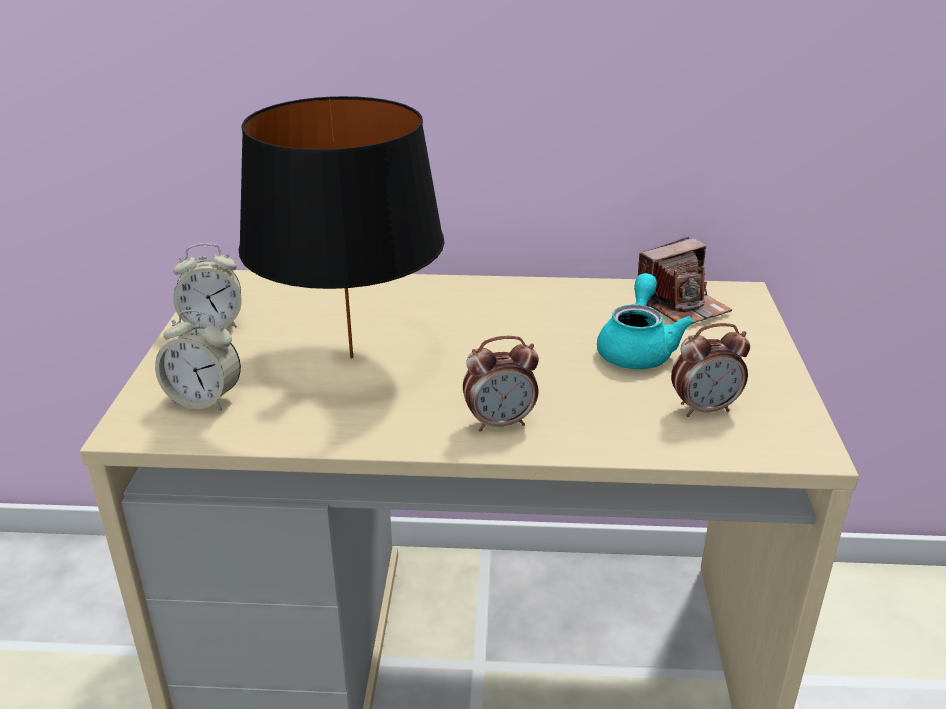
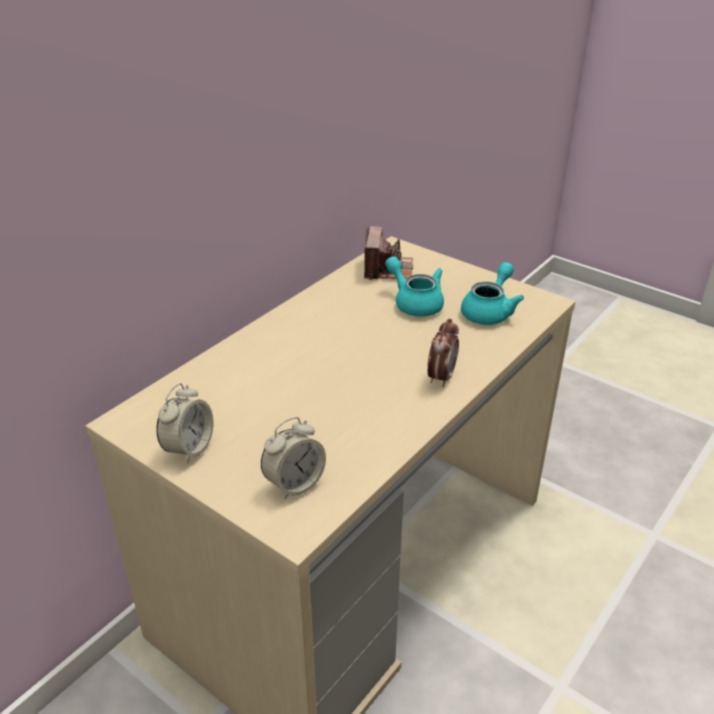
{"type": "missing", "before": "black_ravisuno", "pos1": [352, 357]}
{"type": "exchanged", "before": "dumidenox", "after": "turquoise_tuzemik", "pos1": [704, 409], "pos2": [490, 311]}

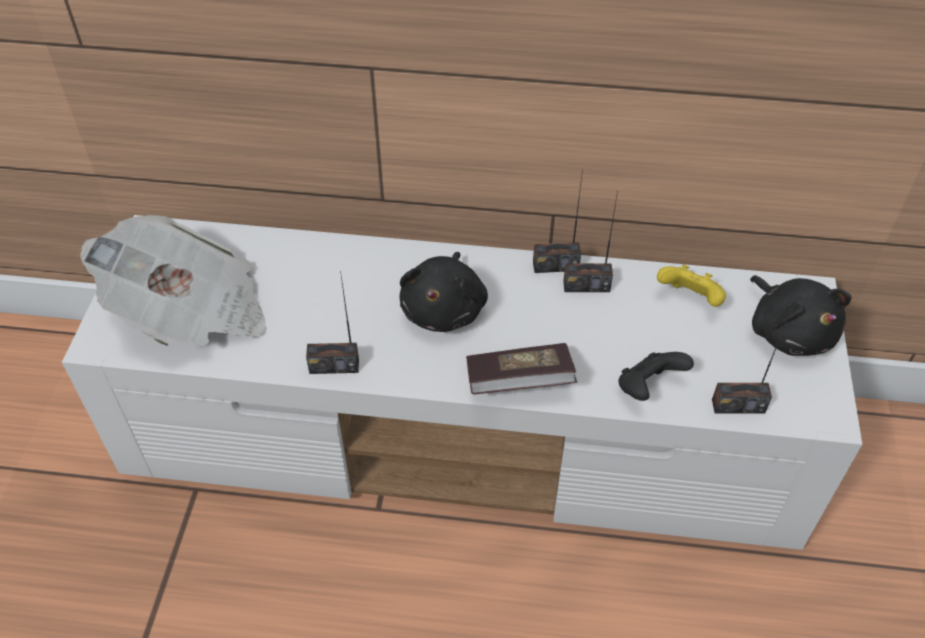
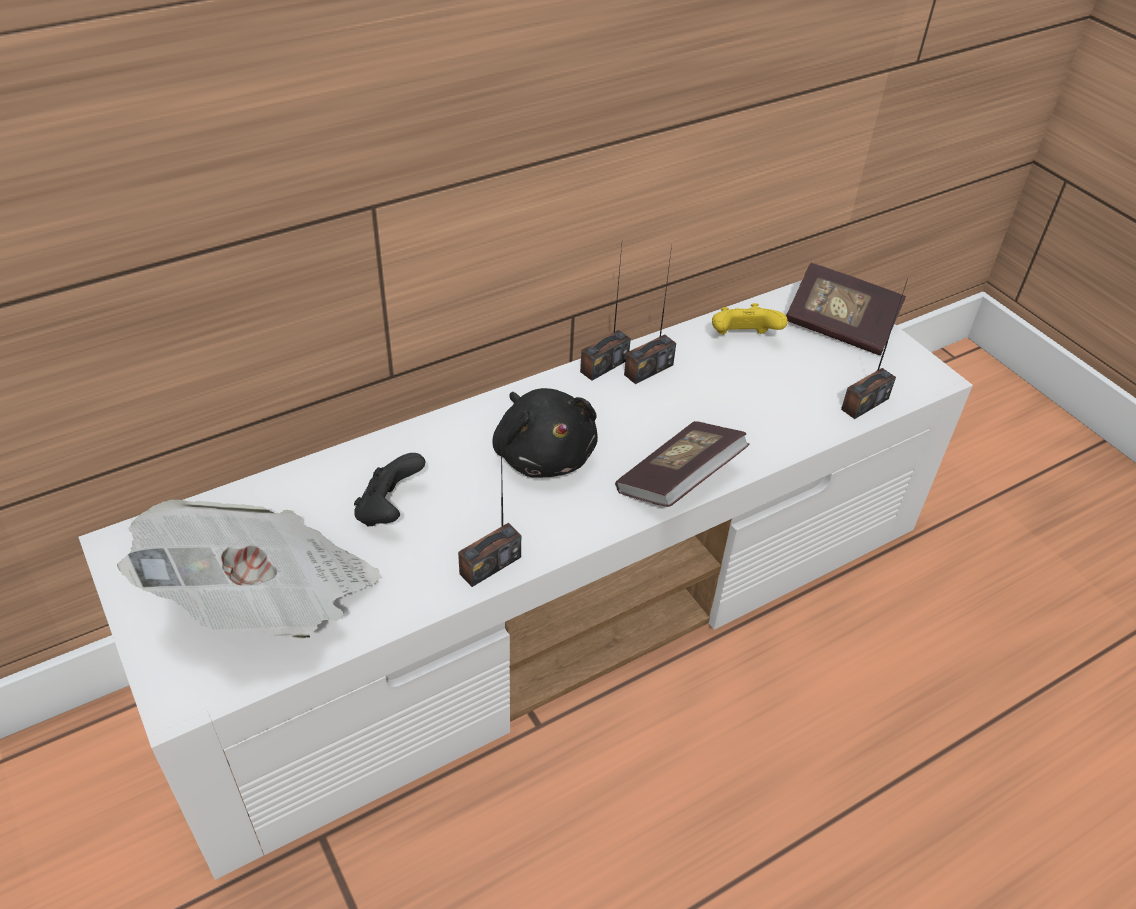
{"type": "exchanged", "before": "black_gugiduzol", "after": "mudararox", "pos1": [789, 331], "pos2": [839, 327]}
{"type": "relocated", "before": "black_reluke", "pos1": [648, 388], "pos2": [389, 510]}

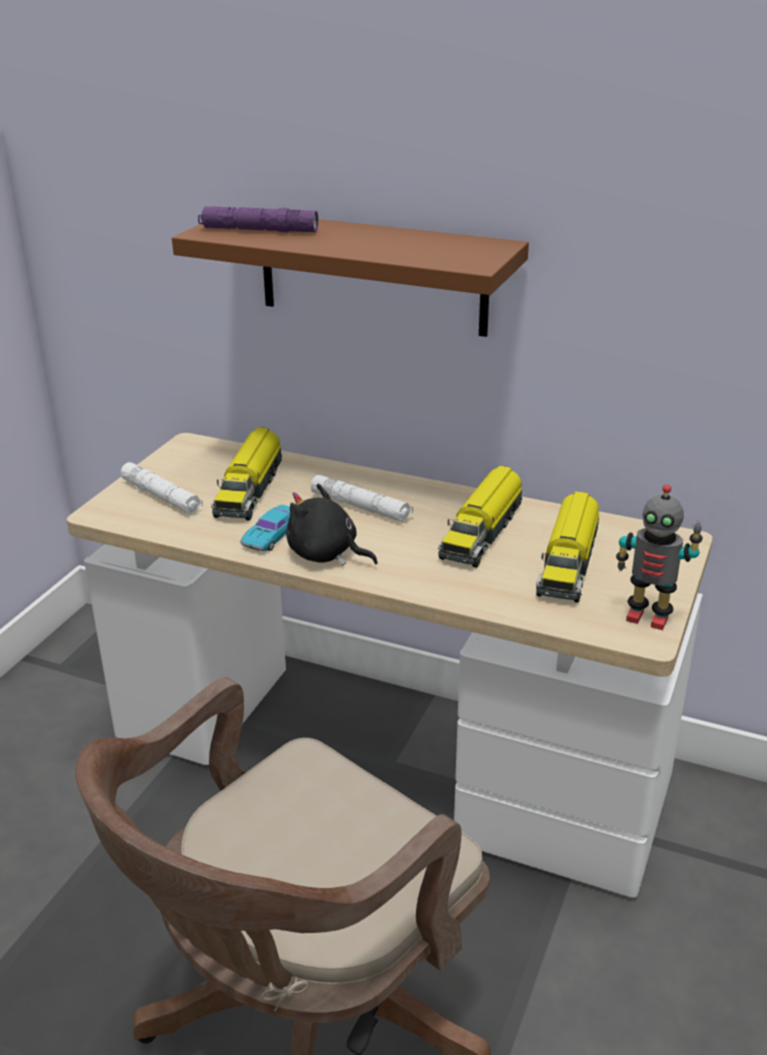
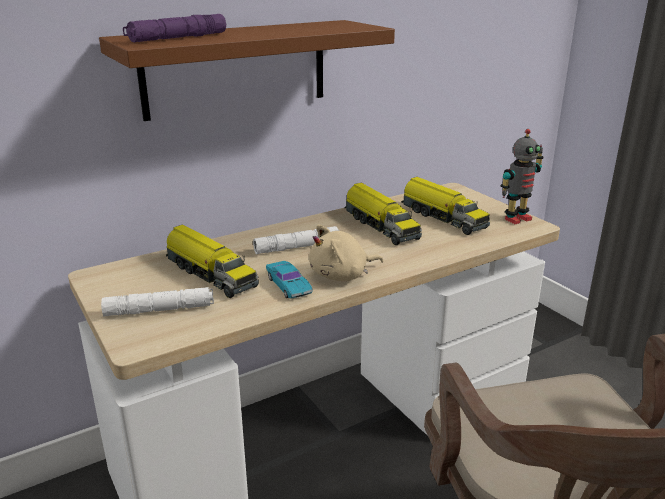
{"type": "colour", "before": "black_gugiduzol", "after": "beige_gugiduzol", "pos1": [326, 554], "pos2": [342, 275]}

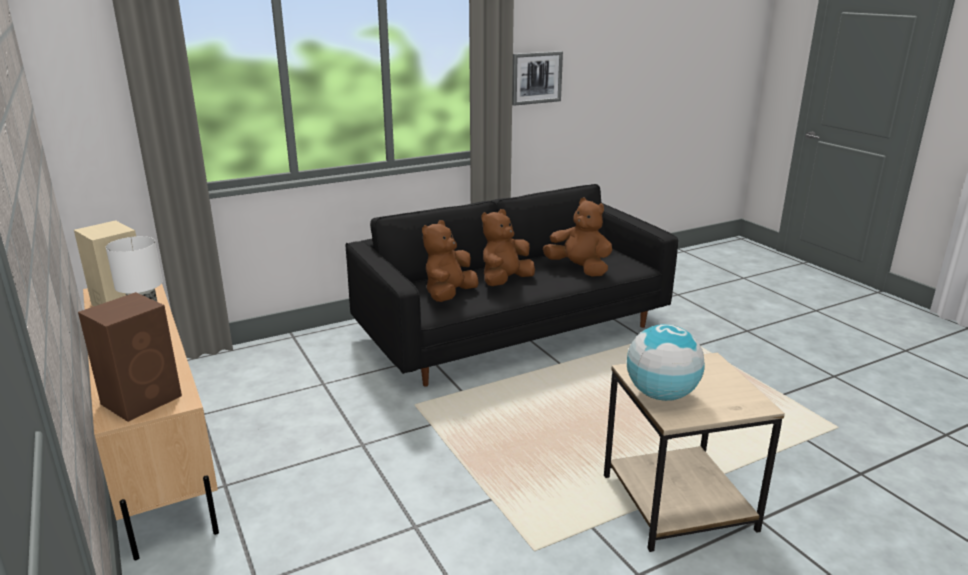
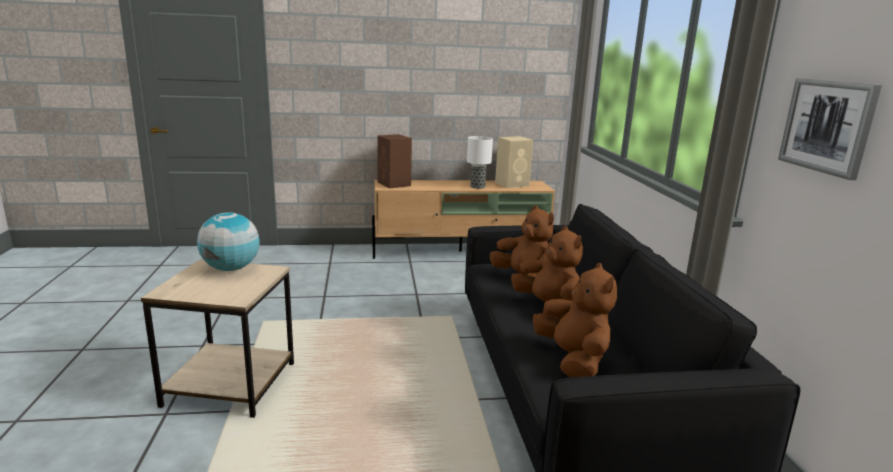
{"type": "spun", "before": "brown_gugiduzol", "pos1": [579, 269], "pos2": [573, 360], "turn": -75}

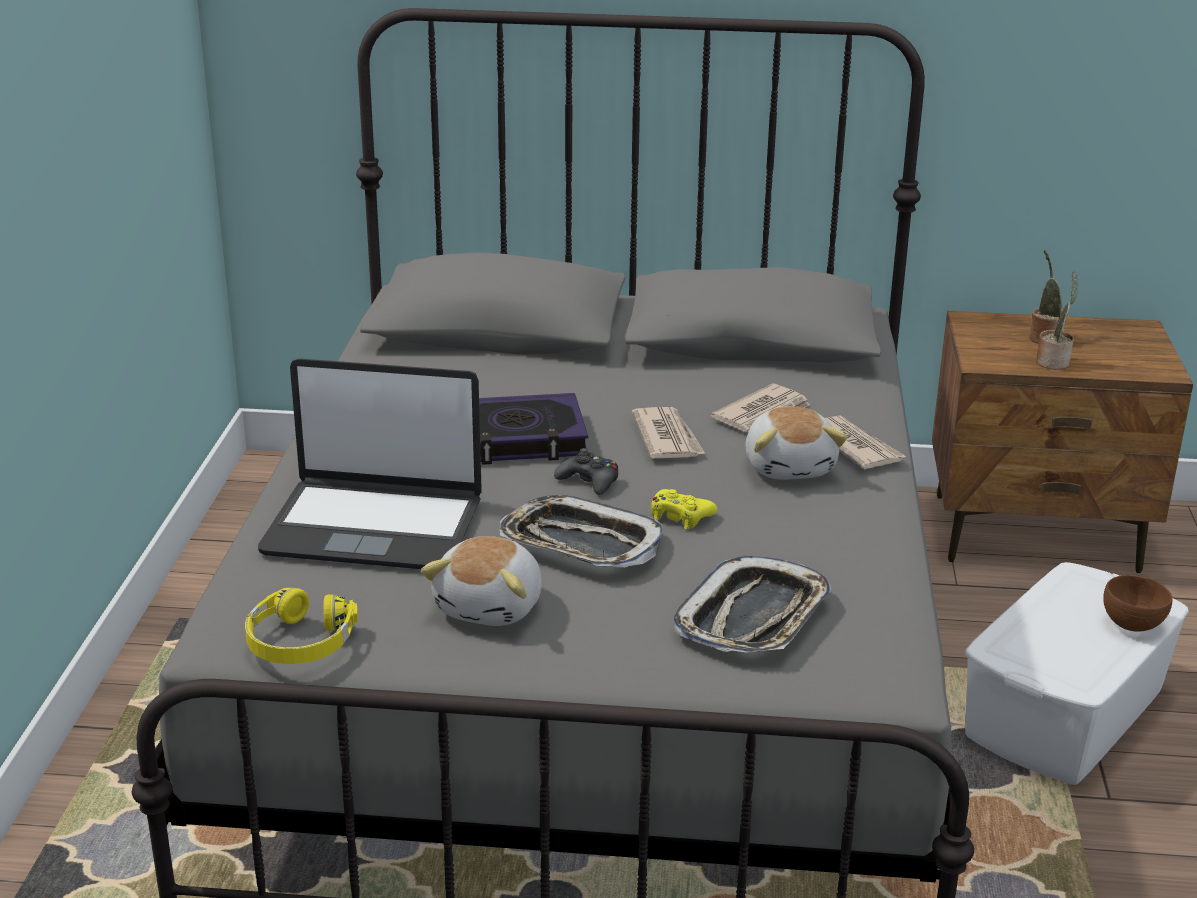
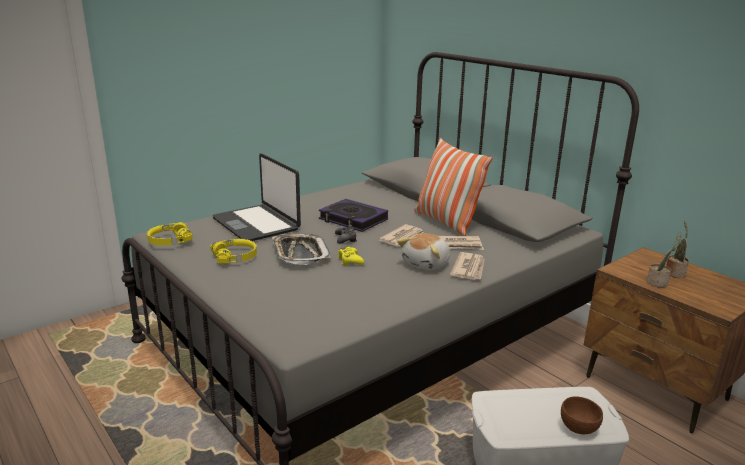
{"type": "exchanged", "before": "gugiduzol", "after": "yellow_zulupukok", "pos1": [491, 606], "pos2": [235, 257]}
{"type": "missing", "before": "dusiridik", "pos1": [754, 618]}
{"type": "appeared", "after": "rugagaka", "pos2": [446, 222]}

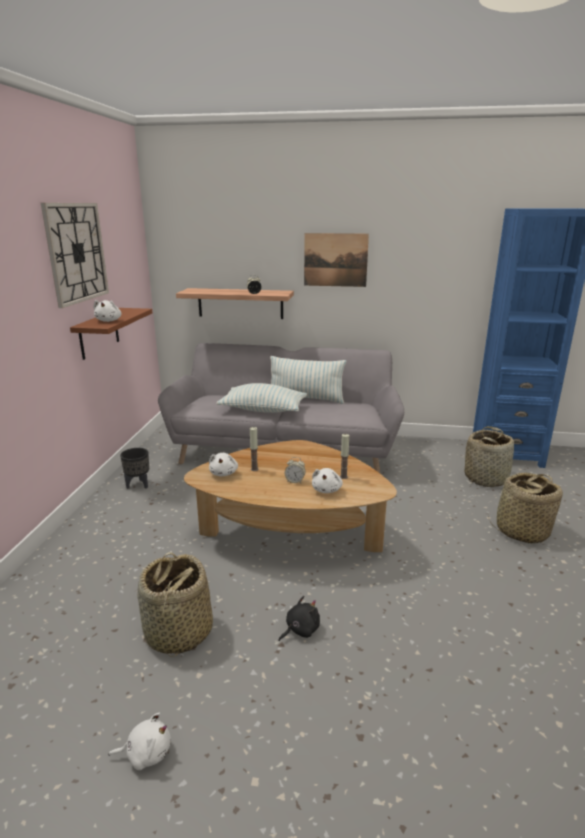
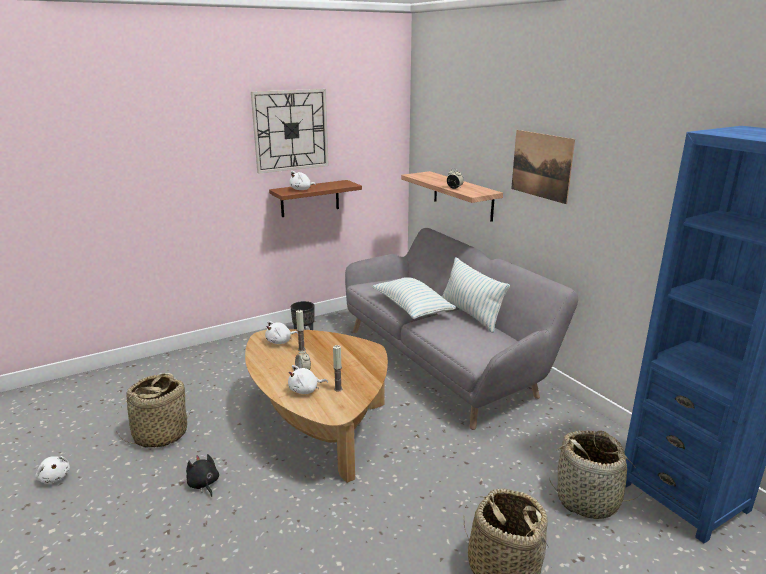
{"type": "spun", "before": "black_gugiduzol", "pos1": [300, 629], "pos2": [203, 484], "turn": -135}

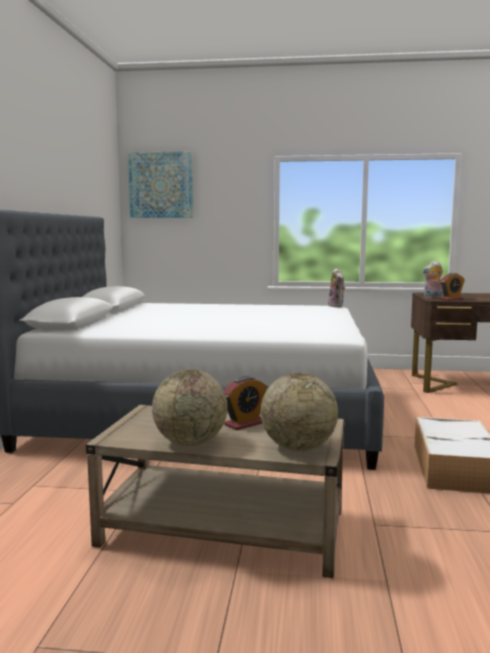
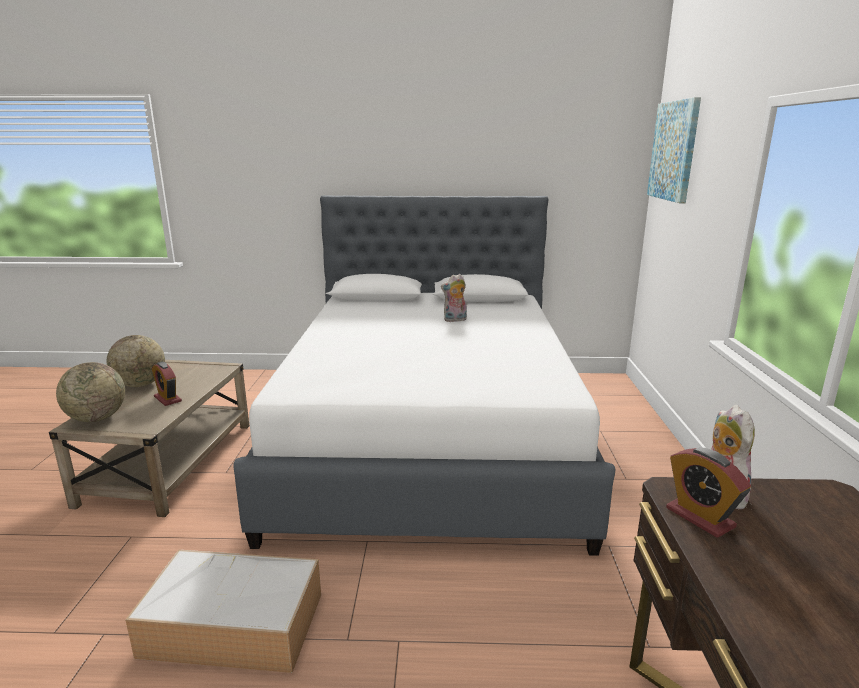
{"type": "relocated", "before": "gugiduzol", "pos1": [337, 306], "pos2": [455, 320]}

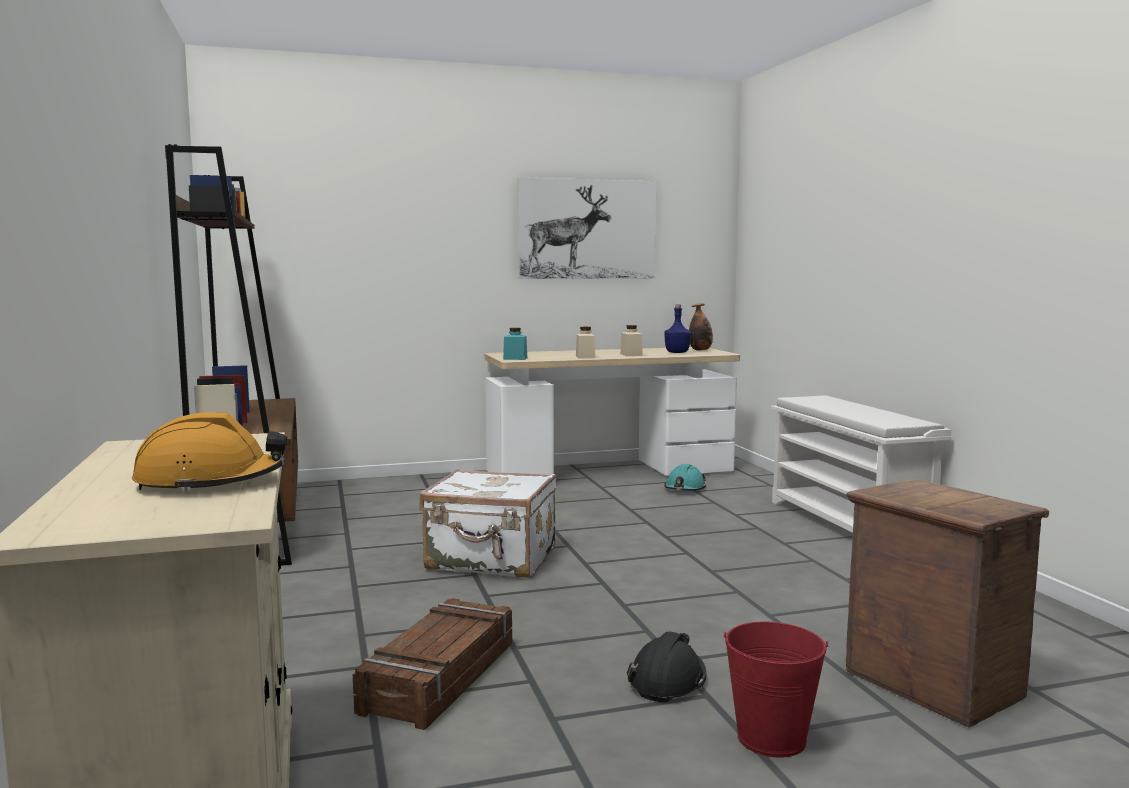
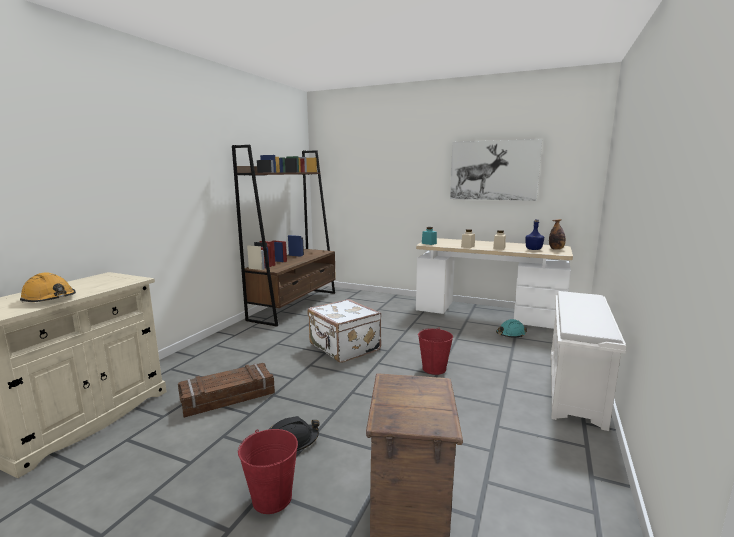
{"type": "appeared", "after": "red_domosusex", "pos2": [434, 369]}

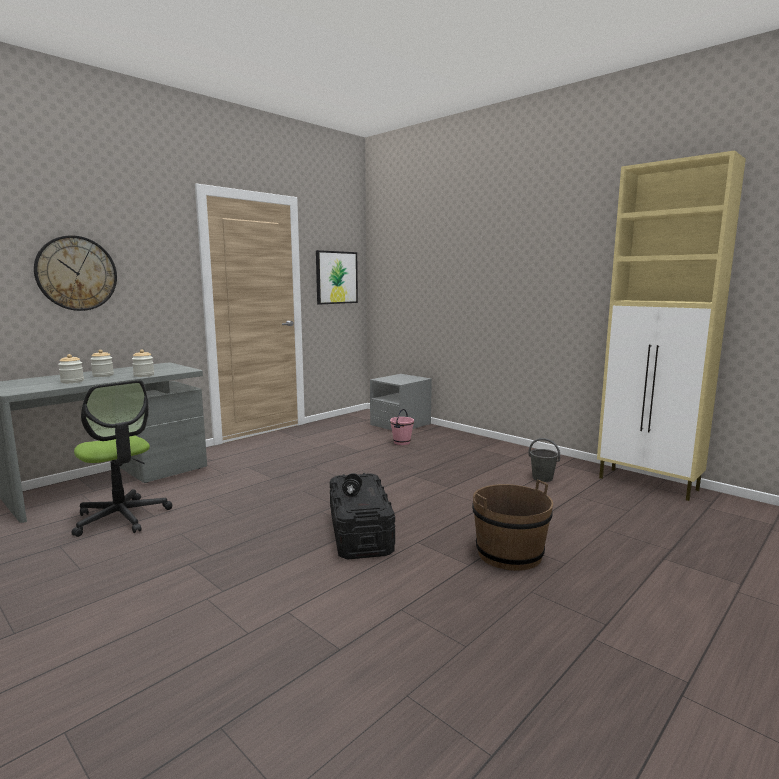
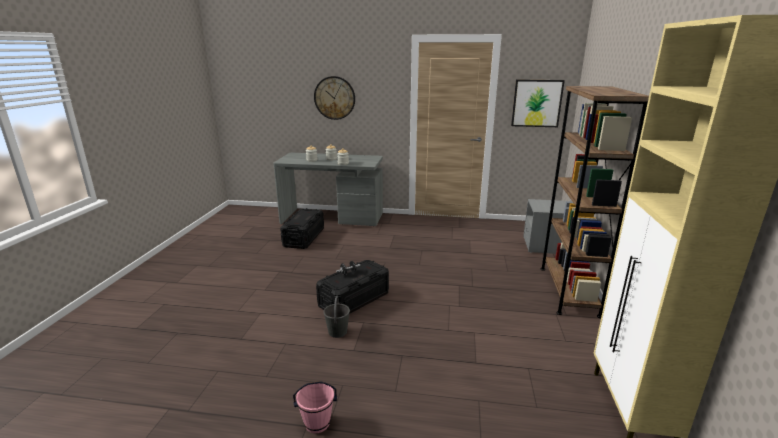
{"type": "exchanged", "before": "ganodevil", "after": "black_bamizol", "pos1": [121, 517], "pos2": [304, 237]}
{"type": "relocated", "before": "pink_domosusex", "pos1": [401, 442], "pos2": [317, 423]}
{"type": "relocated", "before": "grey_domosusex", "pos1": [543, 478], "pos2": [337, 332]}
{"type": "missing", "before": "brown_domosusex", "pos1": [509, 553]}
{"type": "appeared", "after": "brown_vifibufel", "pos2": [568, 290]}

